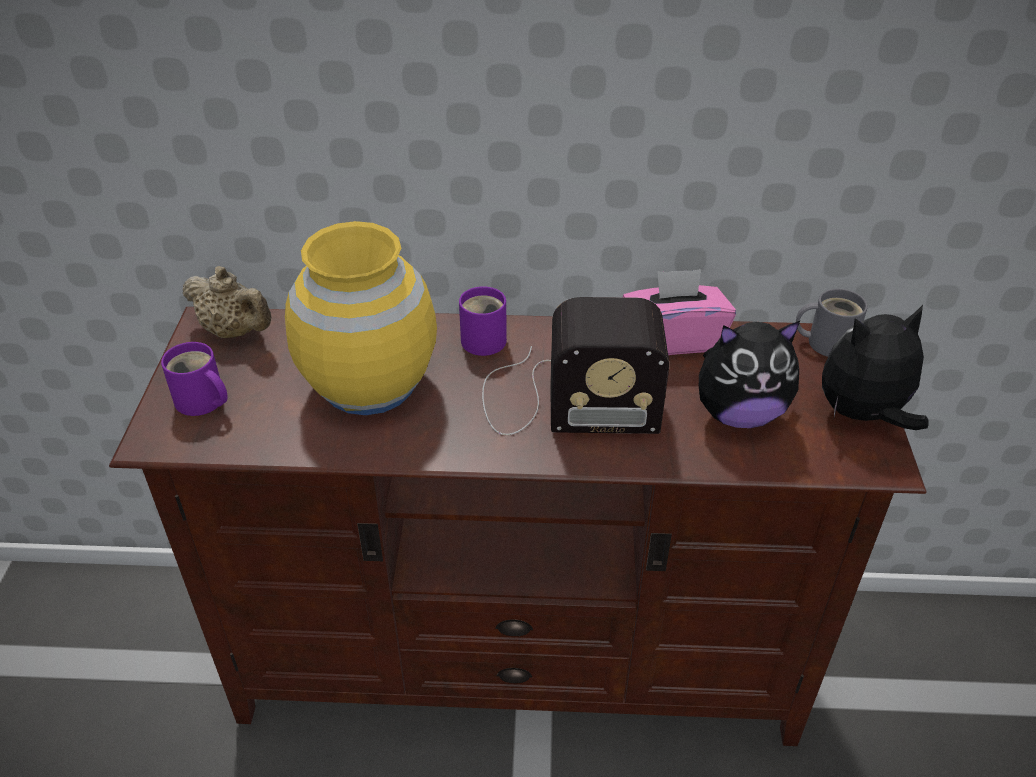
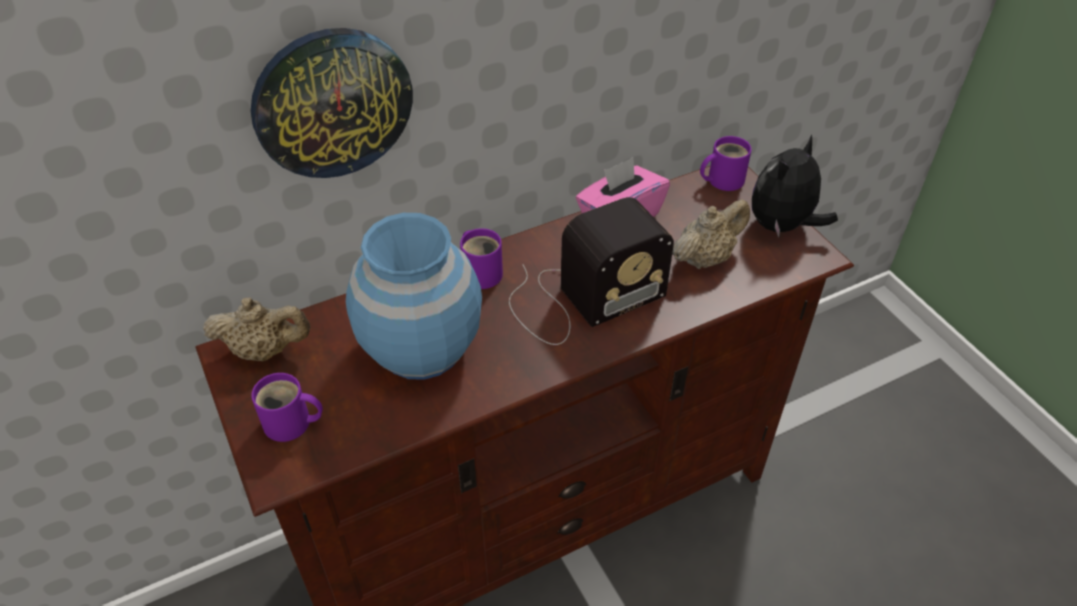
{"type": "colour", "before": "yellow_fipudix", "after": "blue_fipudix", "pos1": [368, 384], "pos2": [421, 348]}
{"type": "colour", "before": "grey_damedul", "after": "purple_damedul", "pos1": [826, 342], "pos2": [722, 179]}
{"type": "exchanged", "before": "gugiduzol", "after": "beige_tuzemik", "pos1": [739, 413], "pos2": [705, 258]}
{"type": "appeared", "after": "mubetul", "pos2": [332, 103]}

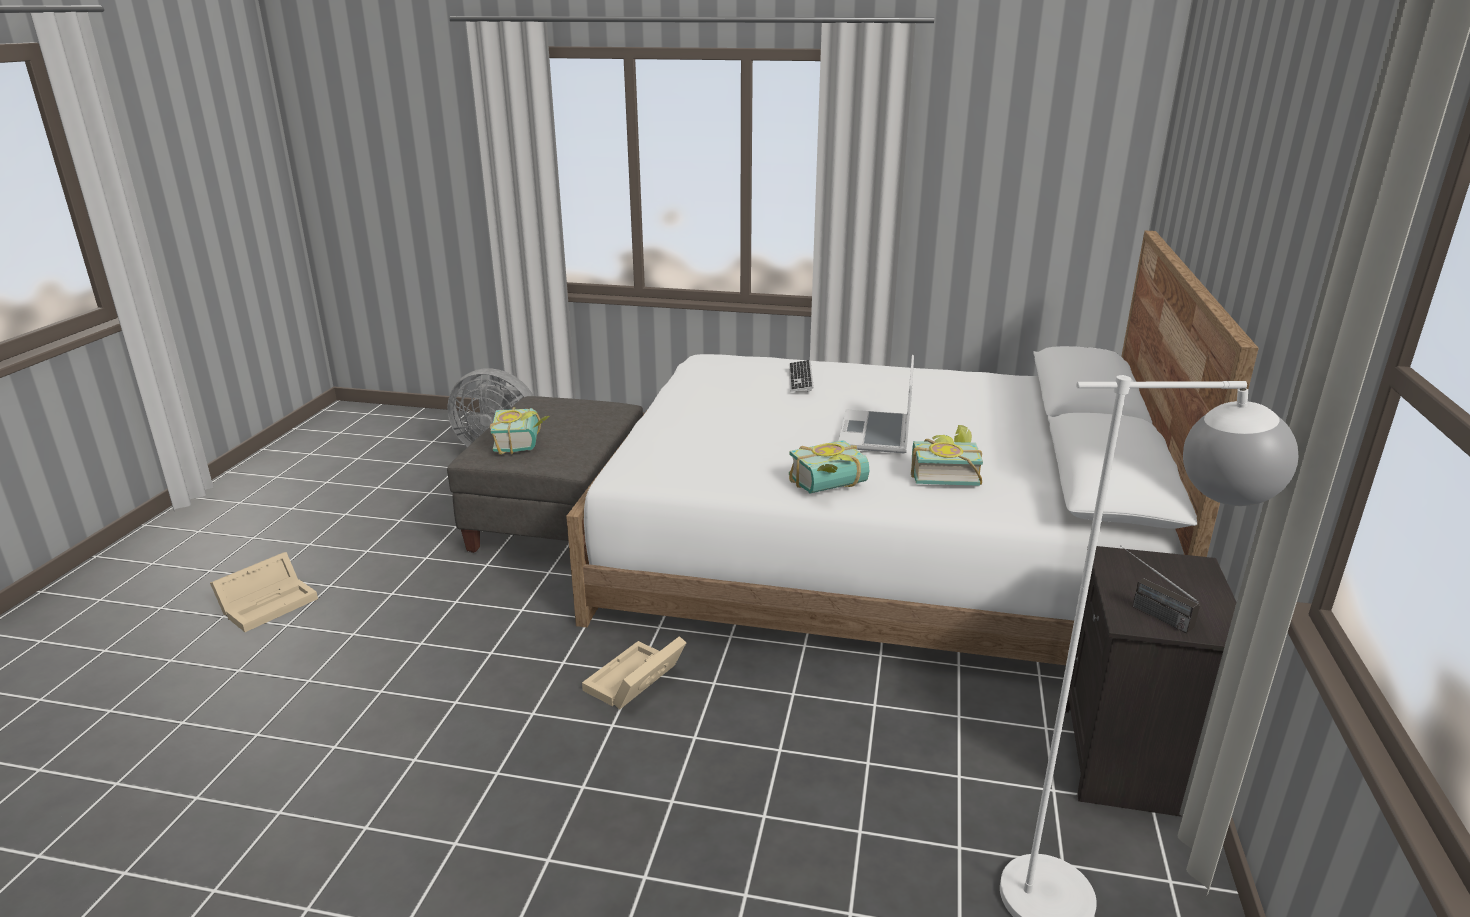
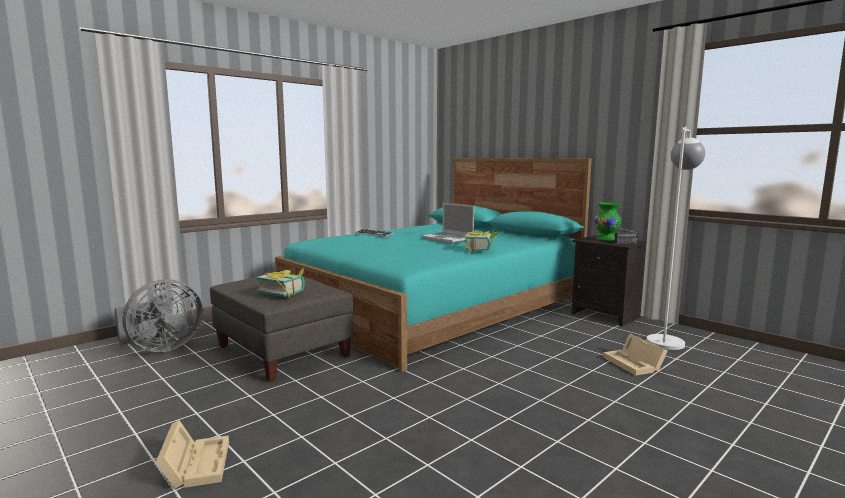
{"type": "colour", "before": "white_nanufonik", "after": "turquoise_nanufonik", "pos1": [874, 552], "pos2": [437, 308]}
{"type": "missing", "before": "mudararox", "pos1": [943, 474]}
{"type": "relocated", "before": "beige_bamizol", "pos1": [634, 682], "pos2": [635, 364]}
{"type": "appeared", "after": "green_fipudix", "pos2": [607, 239]}

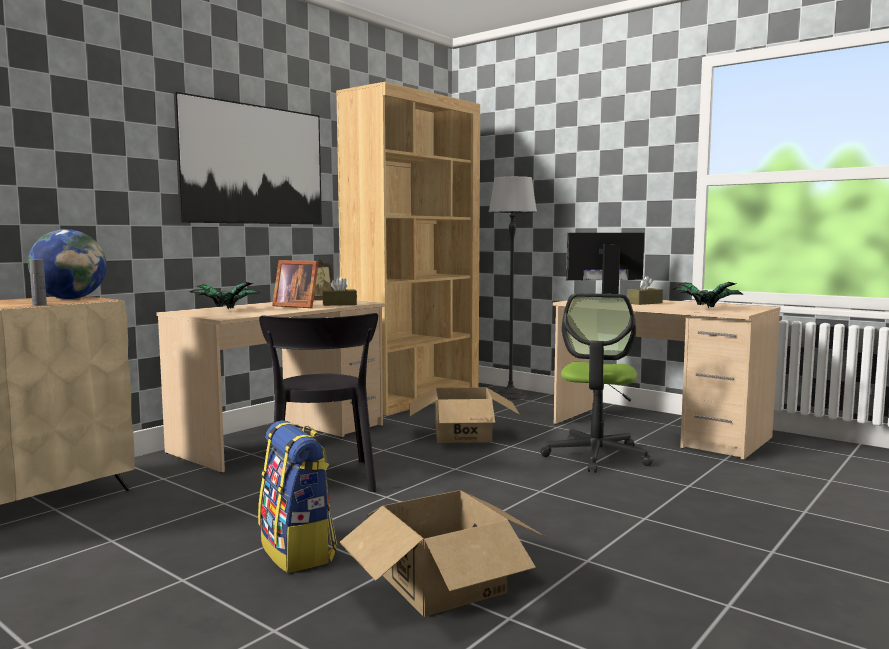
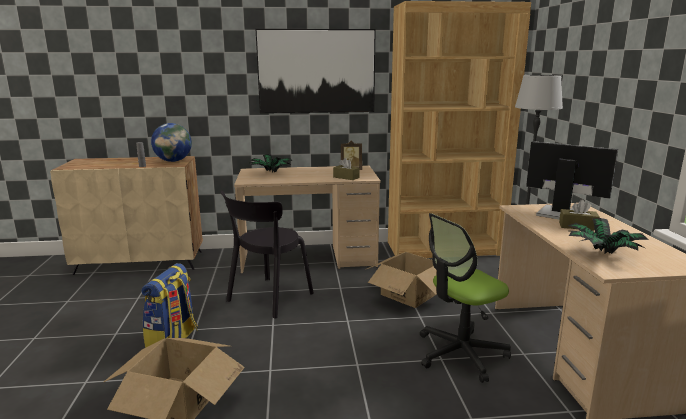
{"type": "missing", "before": "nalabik", "pos1": [296, 306]}

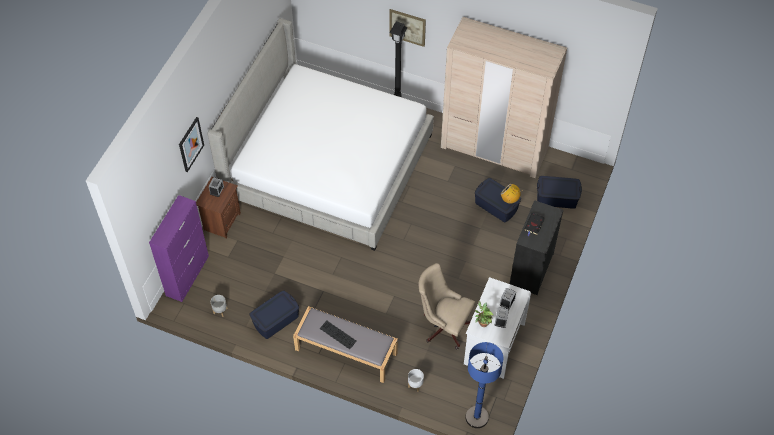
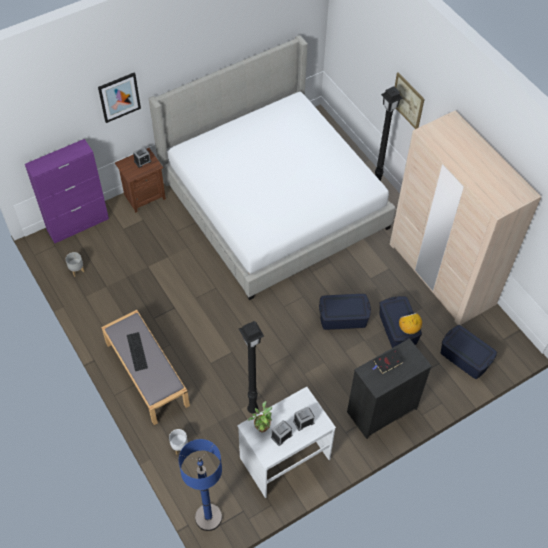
{"type": "exchanged", "before": "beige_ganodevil", "after": "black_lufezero", "pos1": [443, 325], "pos2": [253, 408]}
{"type": "relocated", "before": "blue_bamizol", "pos1": [275, 320], "pos2": [343, 317]}

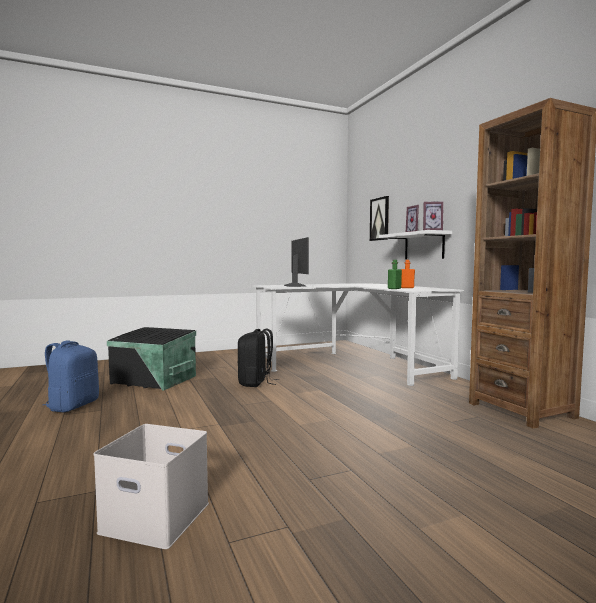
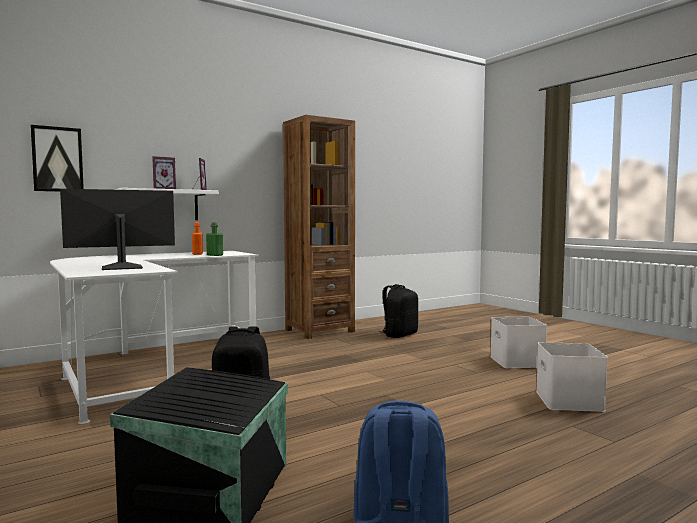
{"type": "appeared", "after": "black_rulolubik", "pos2": [399, 335]}
{"type": "appeared", "after": "white_bamizol", "pos2": [515, 361]}

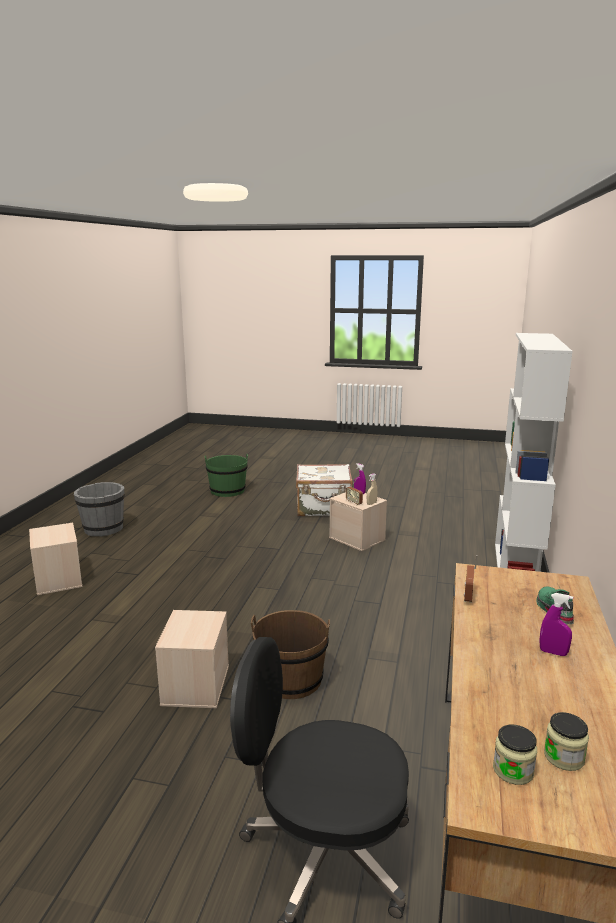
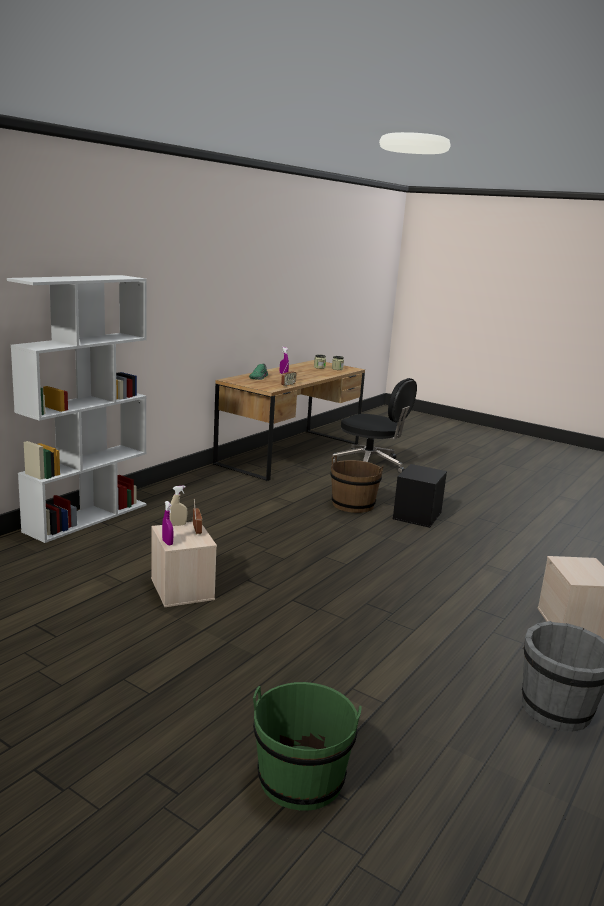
{"type": "missing", "before": "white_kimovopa", "pos1": [324, 508]}
{"type": "colour", "before": "beige_bamizol", "after": "black_bamizol", "pos1": [195, 684], "pos2": [417, 516]}

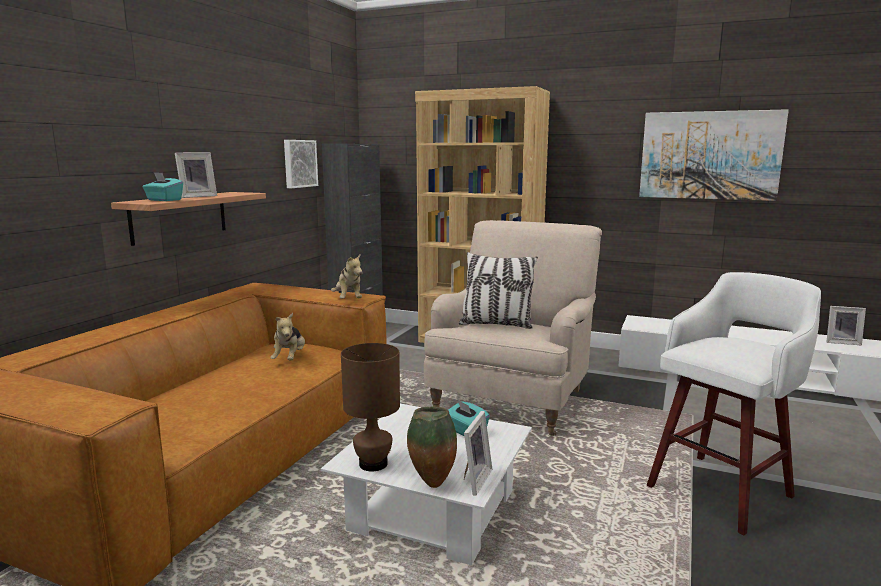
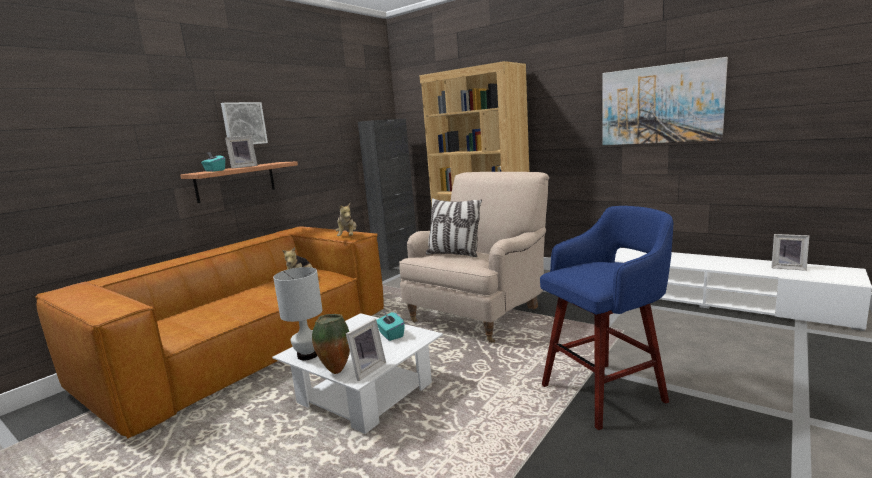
{"type": "relocated", "before": "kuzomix", "pos1": [299, 163], "pos2": [243, 124]}
{"type": "colour", "before": "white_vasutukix", "after": "blue_vasutukix", "pos1": [722, 490], "pos2": [606, 392]}
{"type": "colour", "before": "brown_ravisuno", "after": "white_ravisuno", "pos1": [372, 464], "pos2": [307, 355]}

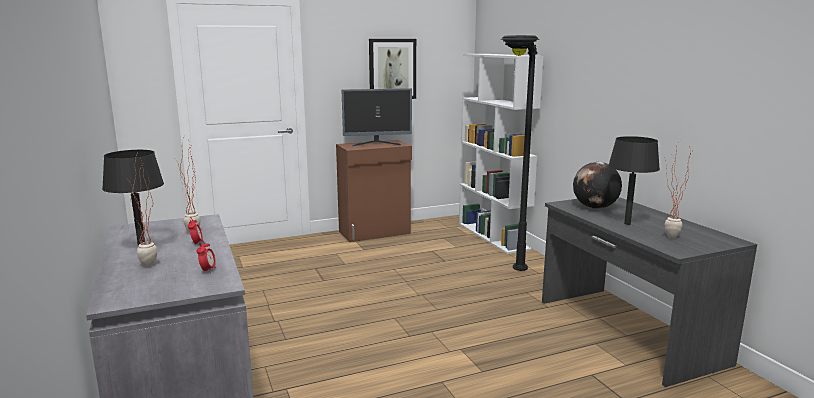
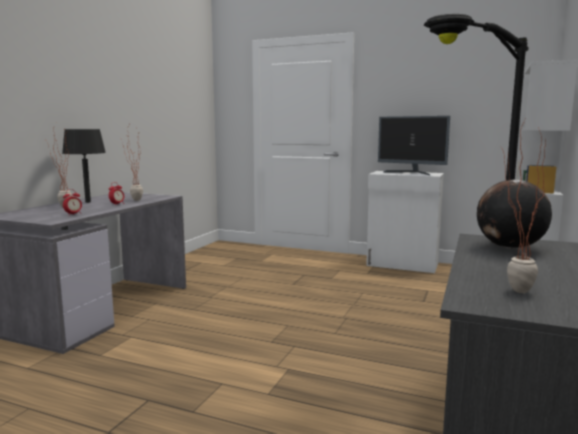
{"type": "missing", "before": "kuzomix", "pos1": [392, 69]}
{"type": "missing", "before": "black_ravisuno", "pos1": [627, 223]}
{"type": "colour", "before": "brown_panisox", "after": "white_panisox", "pos1": [375, 233], "pos2": [402, 265]}

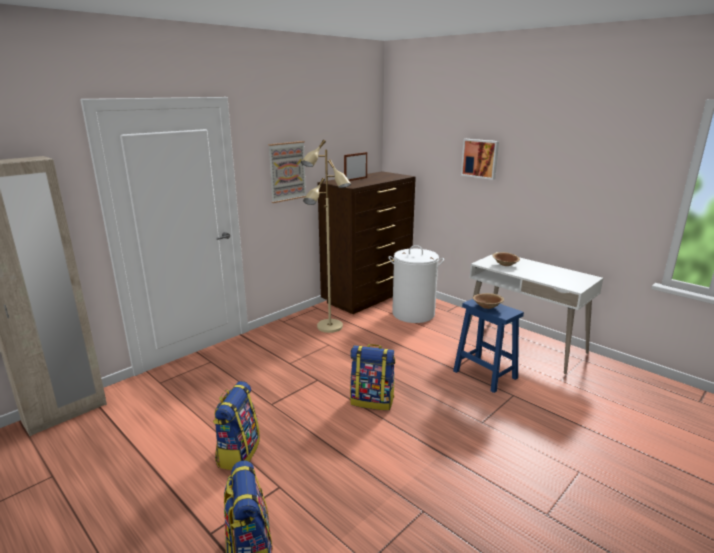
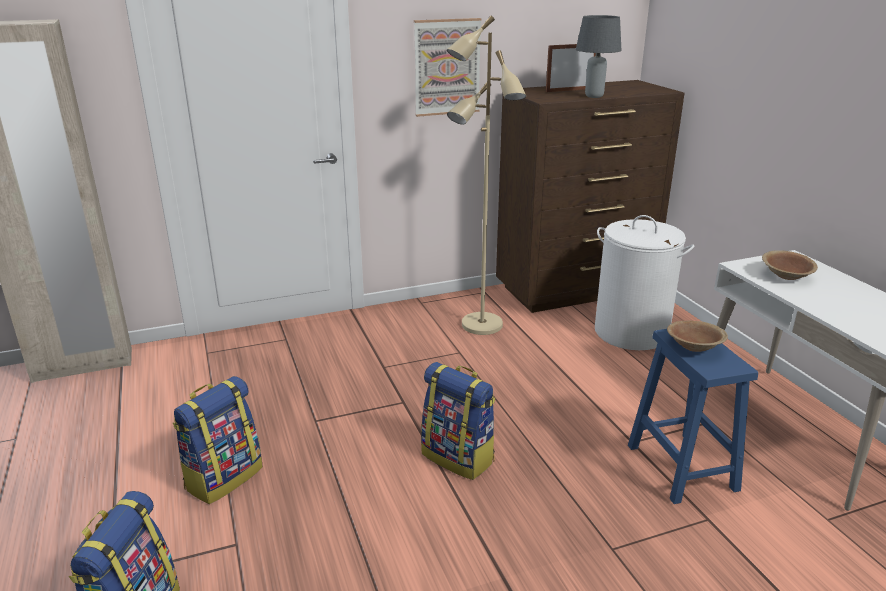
{"type": "missing", "before": "kuzomix", "pos1": [480, 158]}
{"type": "appeared", "after": "grey_ravisuno", "pos2": [593, 96]}

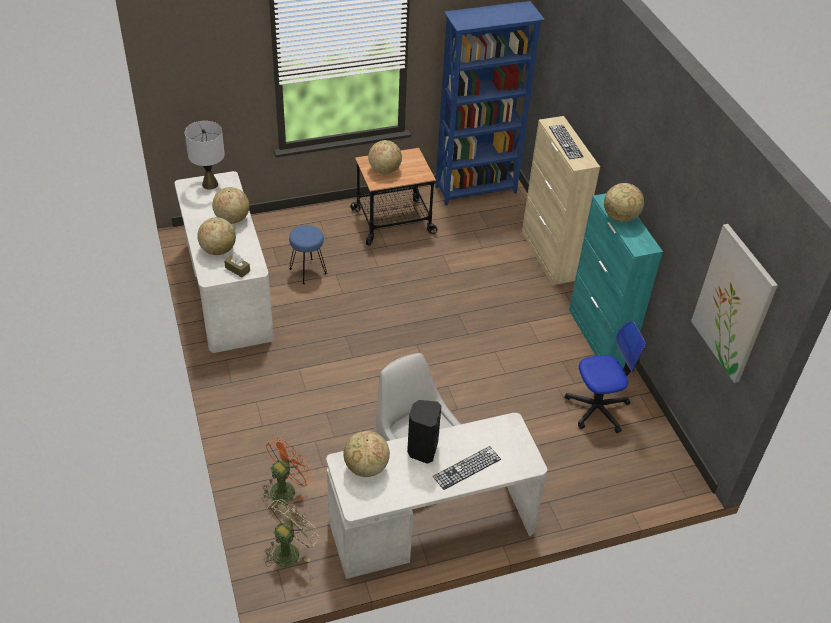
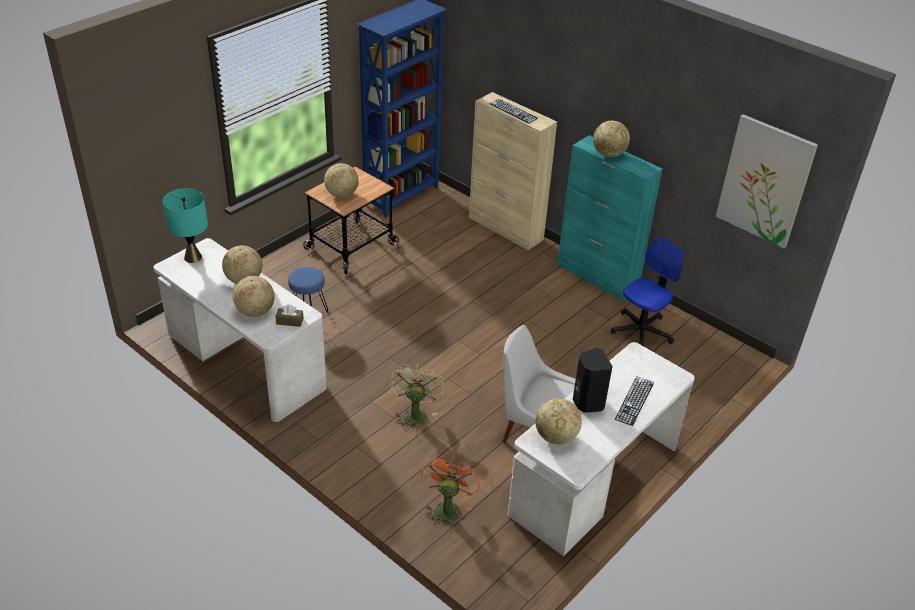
{"type": "colour", "before": "grey_ravisuno", "after": "turquoise_ravisuno", "pos1": [210, 184], "pos2": [192, 257]}
{"type": "relocated", "before": "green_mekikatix", "pos1": [289, 550], "pos2": [414, 414]}

